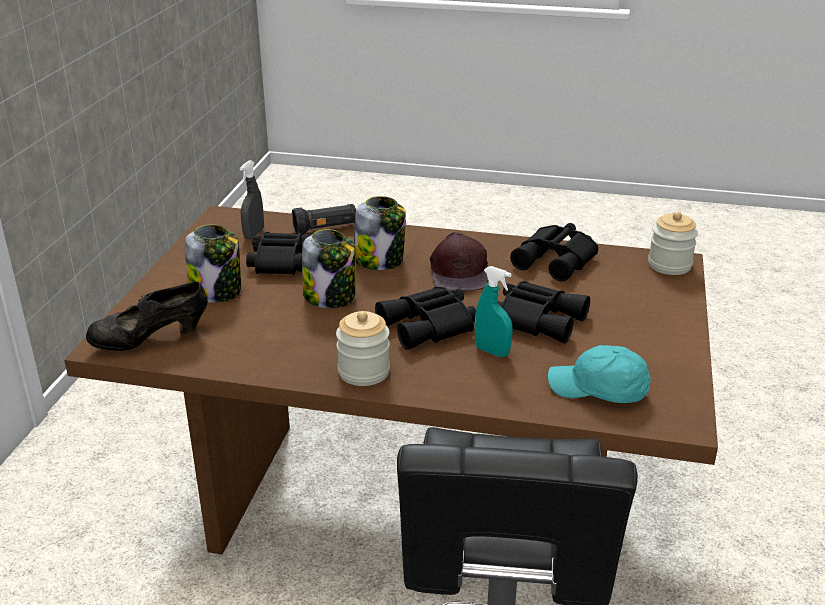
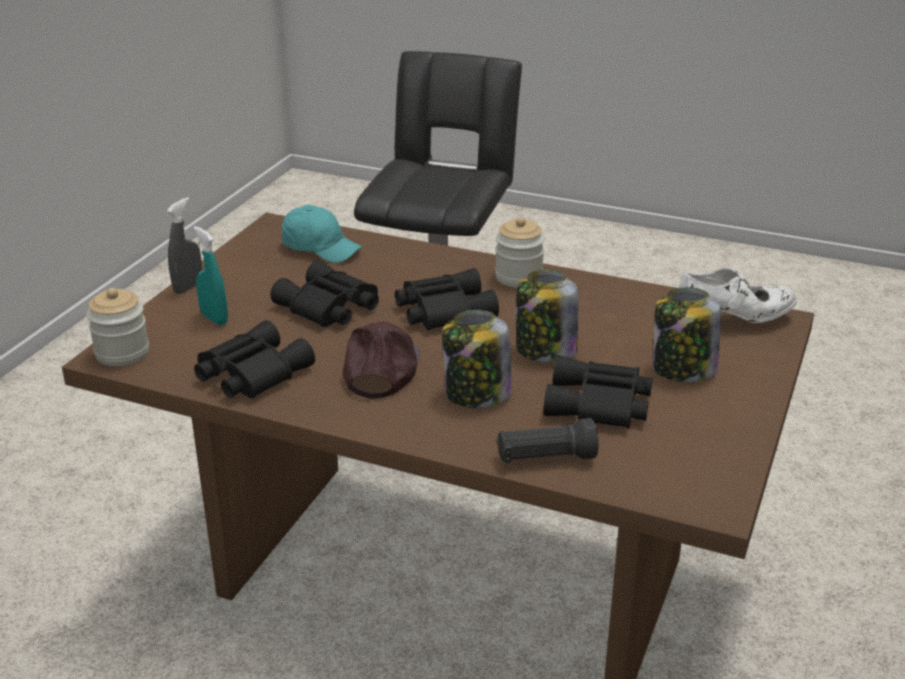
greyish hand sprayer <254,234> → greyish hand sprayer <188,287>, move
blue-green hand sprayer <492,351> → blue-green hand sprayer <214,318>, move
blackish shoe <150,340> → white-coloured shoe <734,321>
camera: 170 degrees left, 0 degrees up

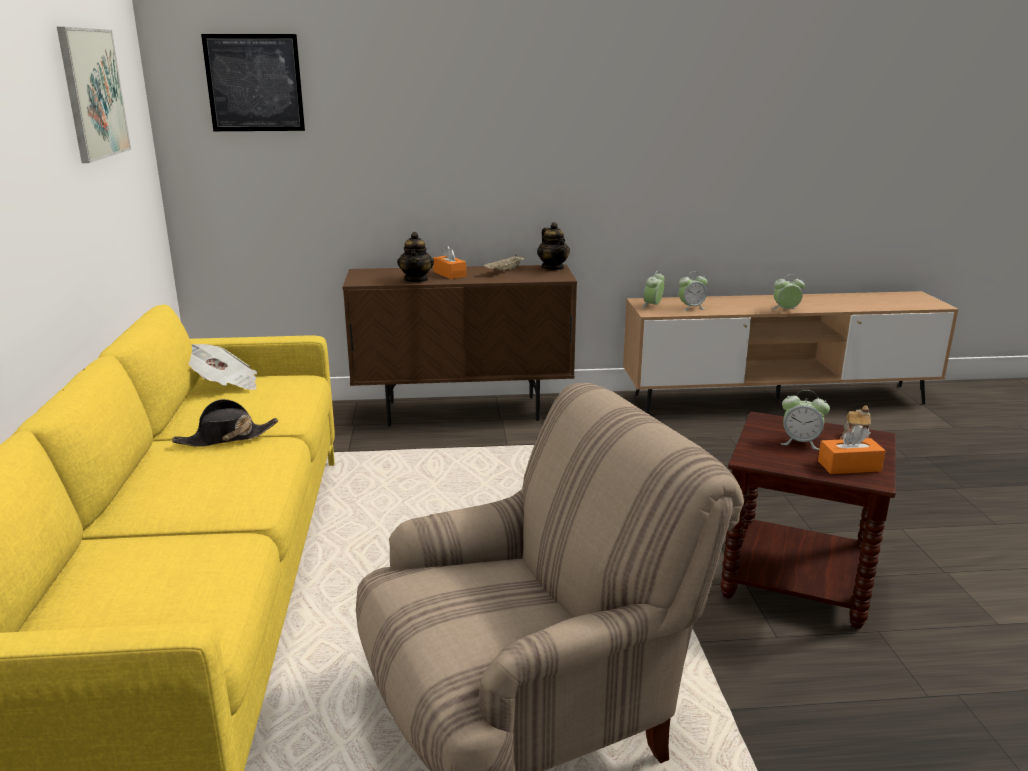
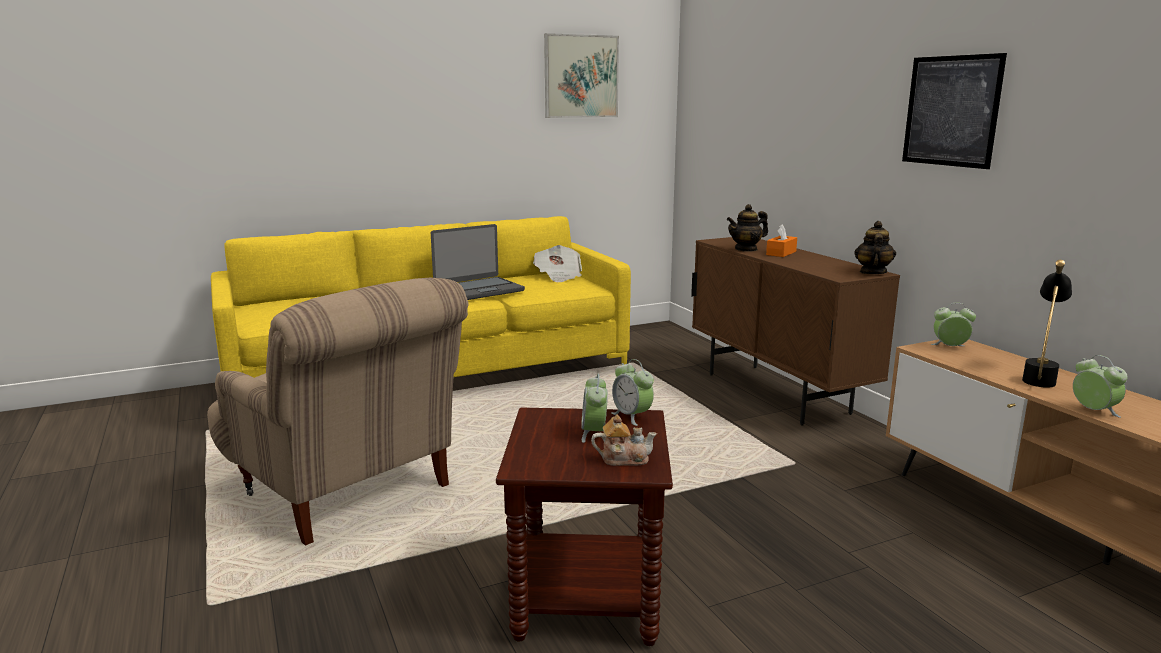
blackish clothing hat <226,437> → portable computer <478,290>
bedside clock <691,308> → bedside clock <632,416>, move
tea pot <553,268> → tea pot <872,272>, 150 degrees clockwise
picture <254,83> → picture <951,111>, move
- → blackish table lamp <1039,378>
beige serving tray <505,271> → -
orange-coloured box of tissues <849,466> → -
camera: 70 degrees right, 5 degrees down

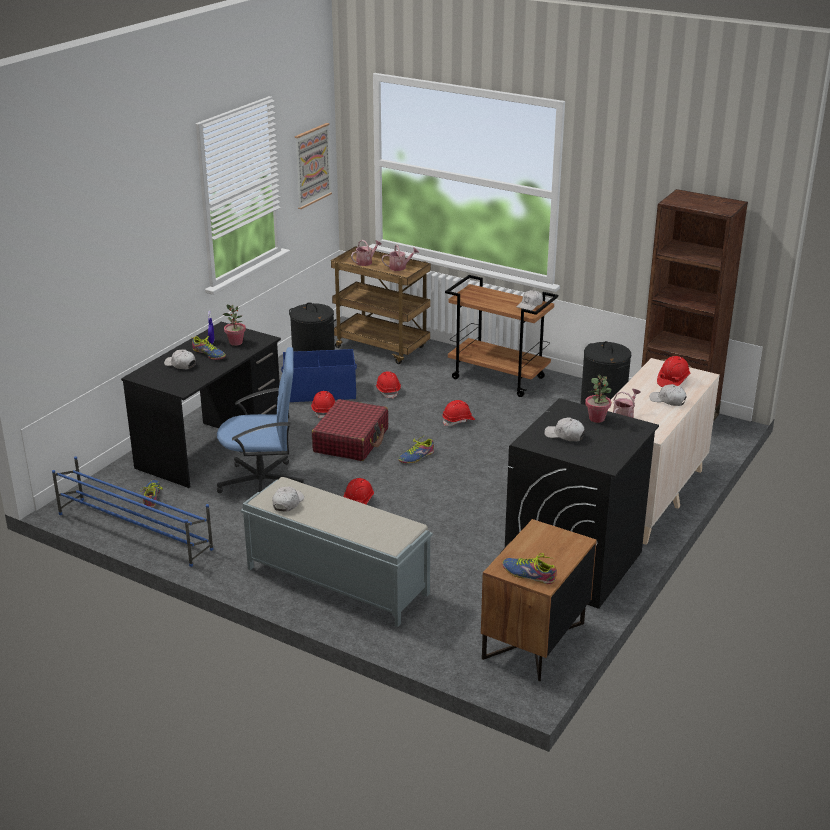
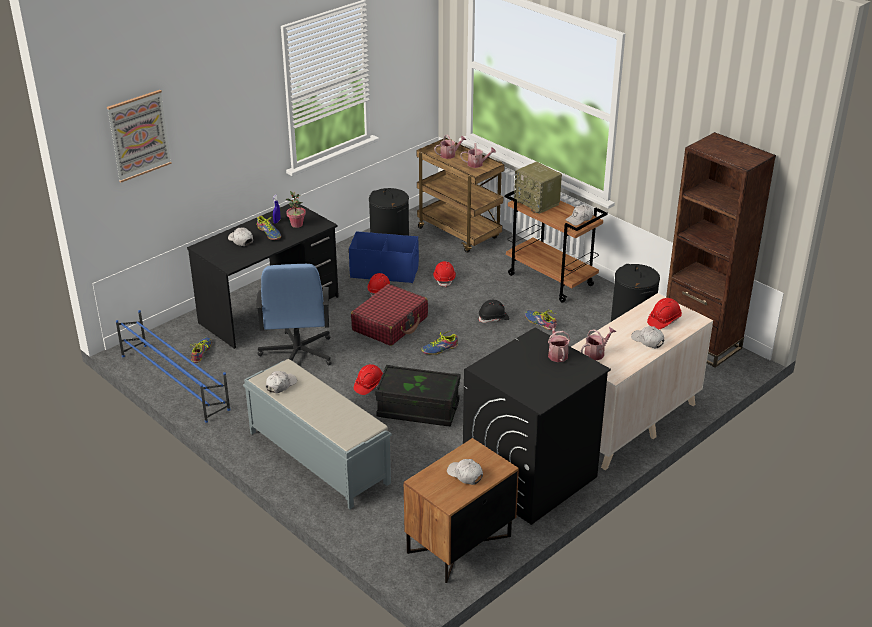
picture <312,165> → picture <139,135>, move
bluish office chair <263,483> → bluish office chair <297,354>, 75 degrees clockwise
- → blackish storage container <418,409>
white-coloured peaked cap <564,435> → white-coloured peaked cap <465,475>, move
red-coloured work helmet <458,421> → blackish work helmet <493,318>
- → radio set <537,203>
shoe <529,574> → shoe <540,322>, move
houseplant <597,419> → watering pot <557,354>
camera: 15 degrees right, 5 degrees up

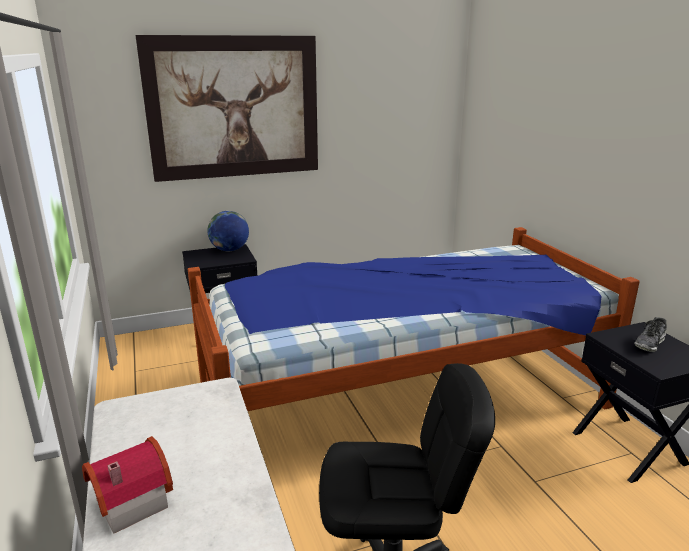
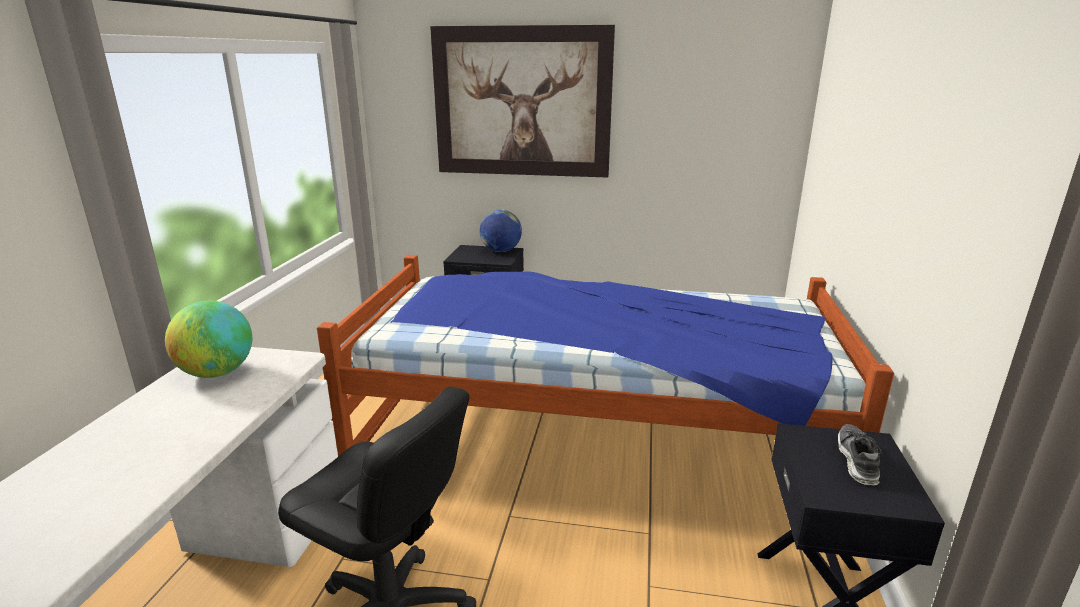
- → globe <217,373>
shoe <650,343> → shoe <856,460>, 120 degrees clockwise
toy house <128,502> → -
camera: 30 degrees right, 0 degrees up

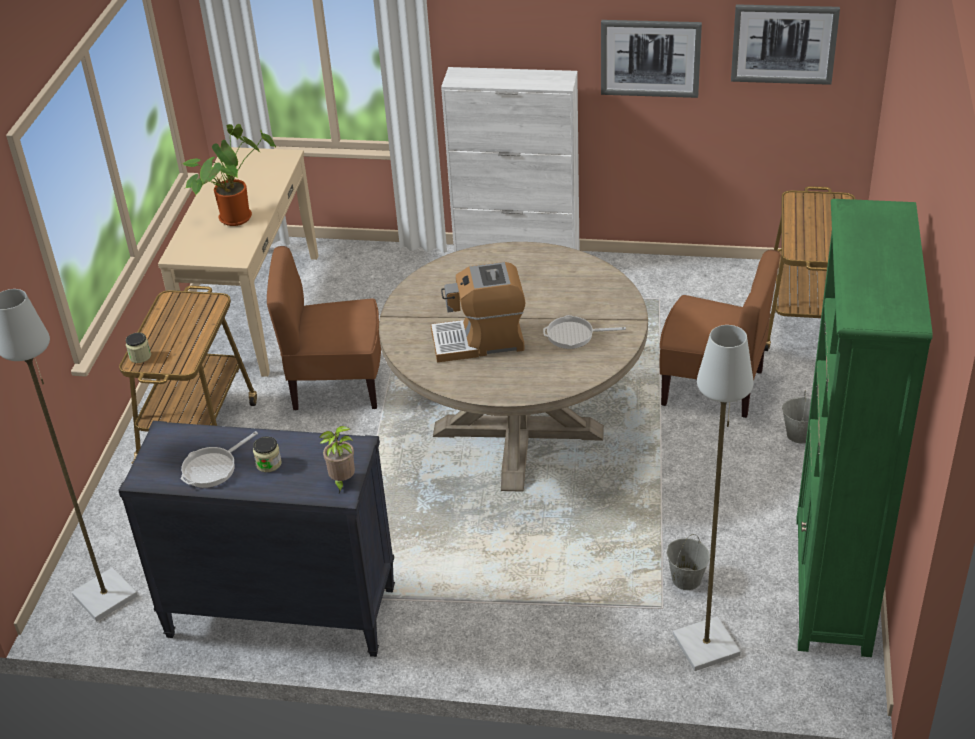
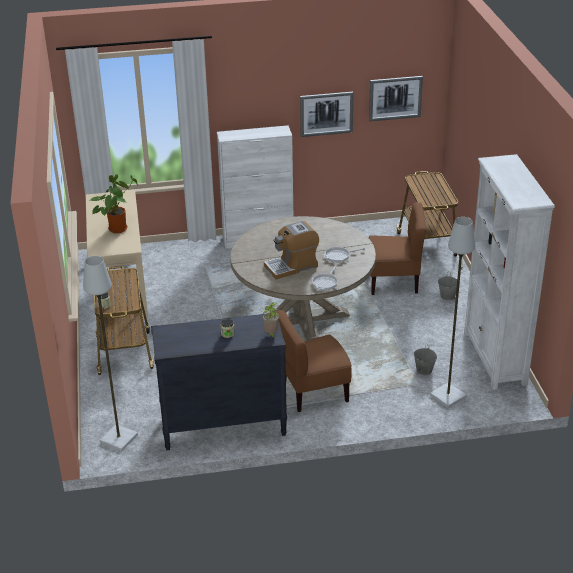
brown plain chair <336,385> → brown plain chair <314,392>, move
skillet <213,468> → skillet <325,282>, move
greenish bookcase <832,585> → white-coloured bookcase <494,359>
camera: 20 degrees left, 5 degrees down

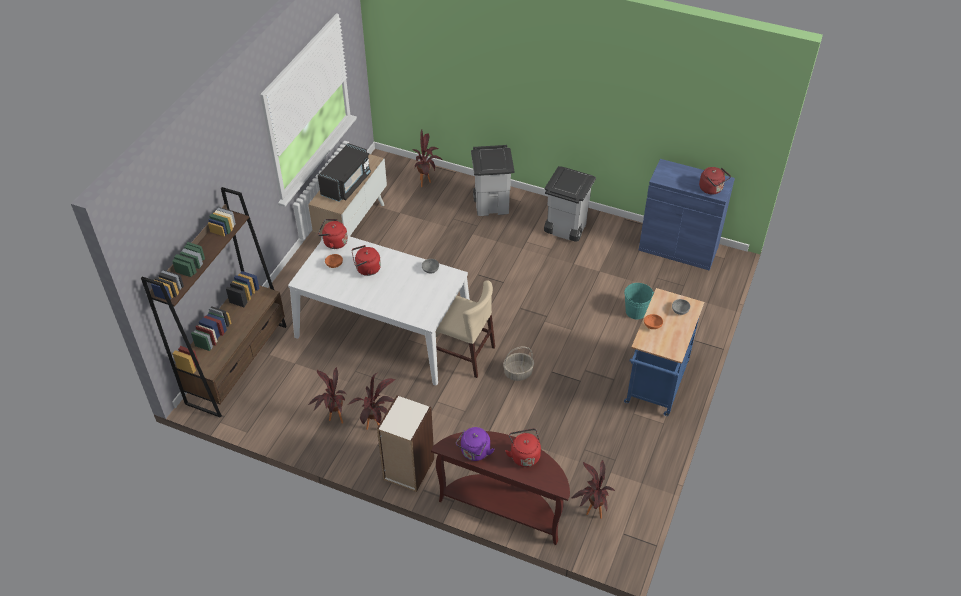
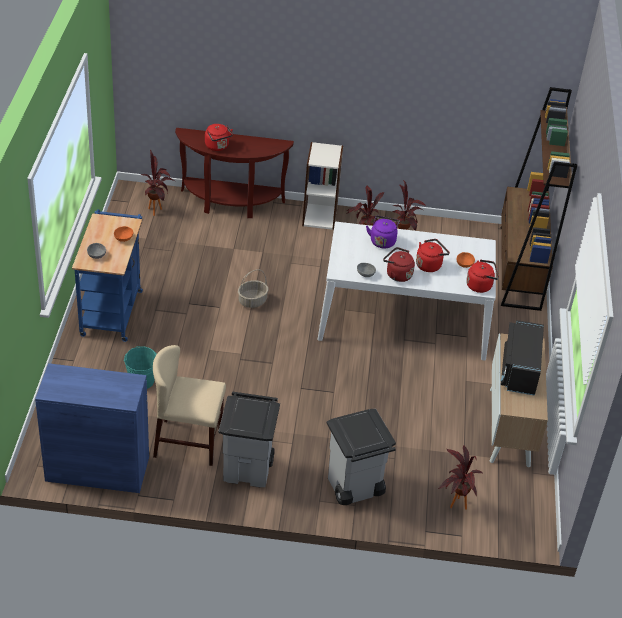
beige plain chair <462,354> → beige plain chair <188,442>, move
purple water kettle <474,453> → purple water kettle <382,241>, move
red-coloured water kettle <712,189> → red-coloured water kettle <397,274>, move
camera: 160 degrees right, 5 degrees down

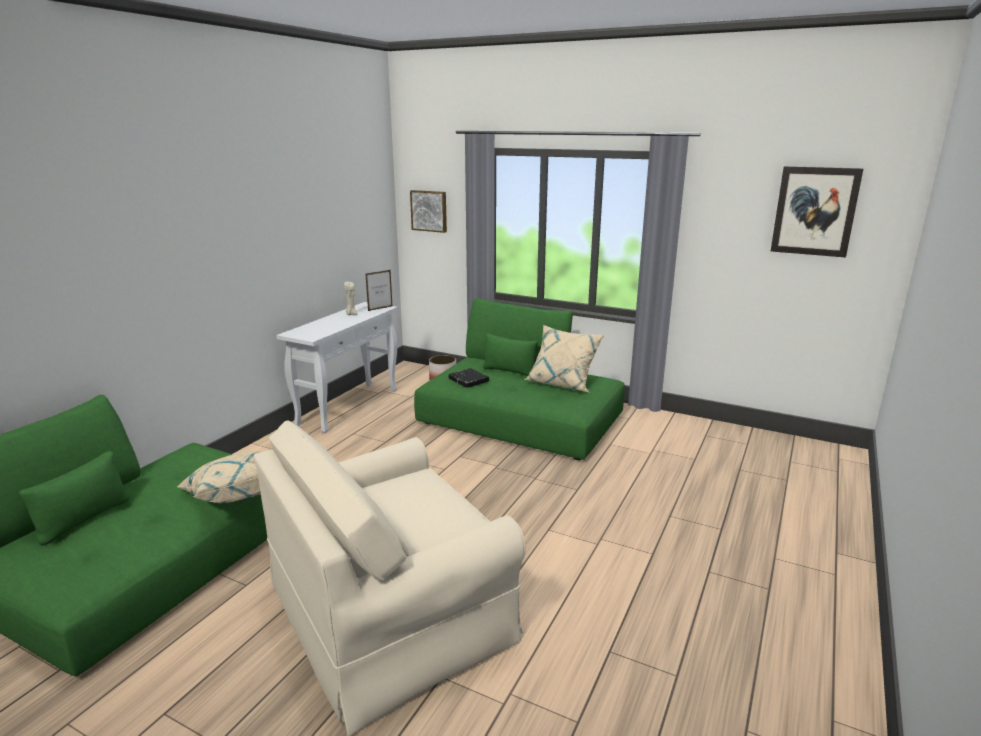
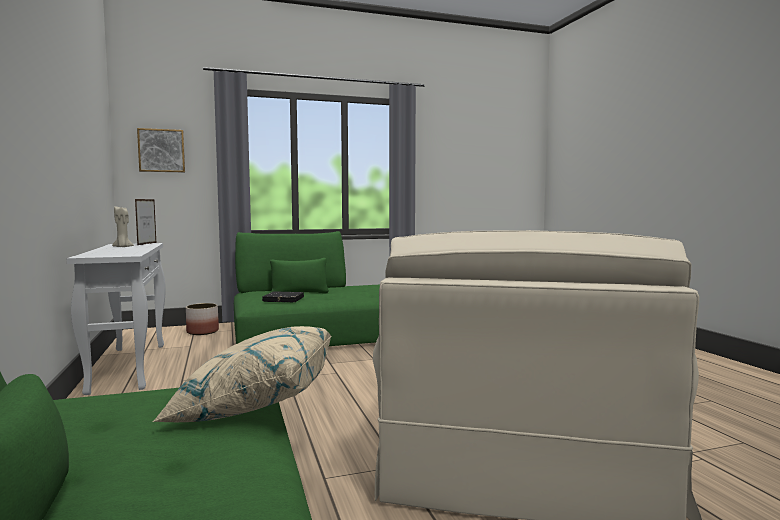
beige pillow <562,383> → -
picture <814,211> → -
camera: 45 degrees left, 15 degrees down

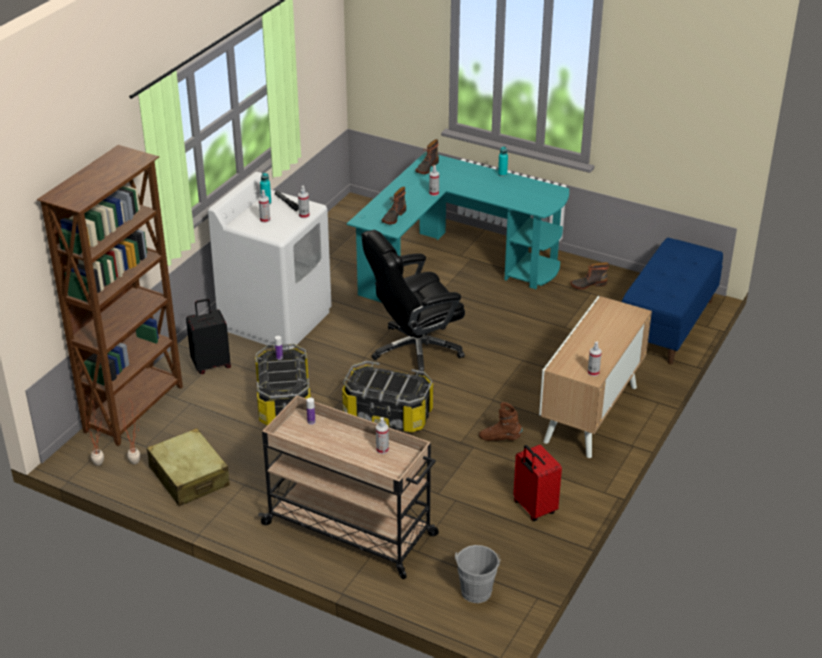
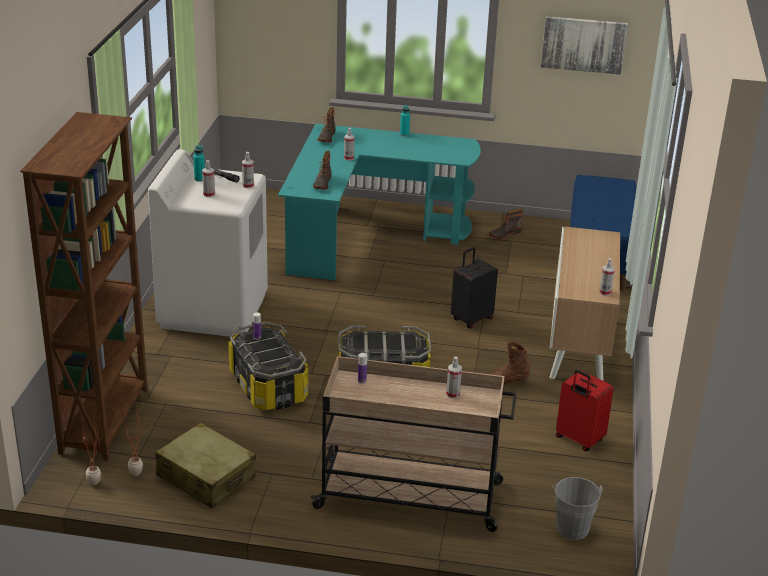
blackish piece of luggage <211,364> → blackish piece of luggage <471,319>, move
- → picture <583,44>
blackish office chair <414,350> → -
camera: 20 degrees left, 5 degrees down

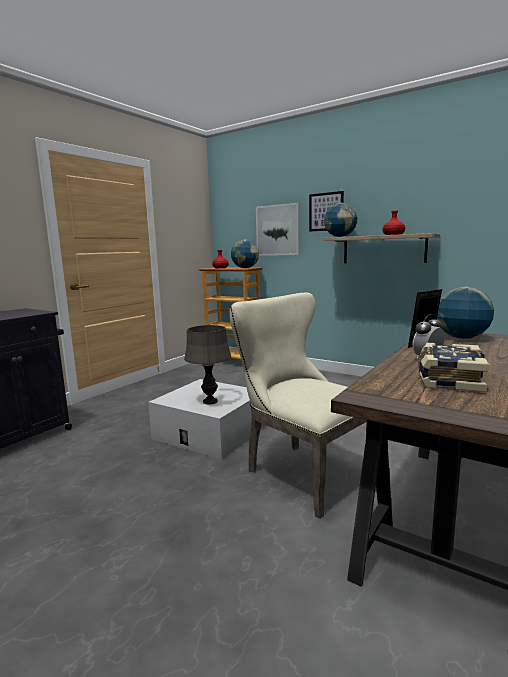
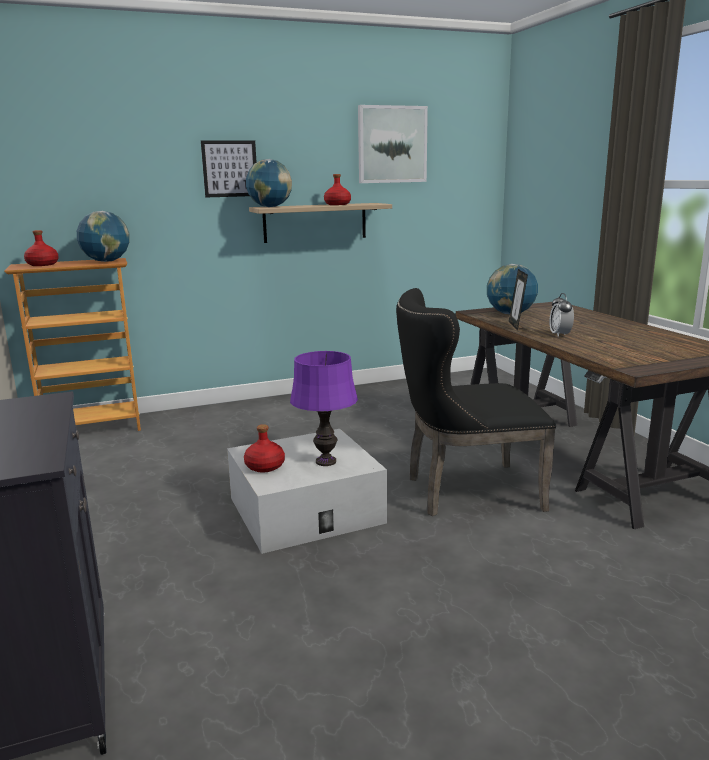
- → red-coloured beverage bottle <265,466>
greyish table lamp <210,401> → purple table lamp <326,461>
picture <278,230> → picture <392,144>, move
beige plain chair <301,471> → blackish plain chair <464,492>
bound book <448,379> → -
camera: 55 degrees left, 5 degrees up

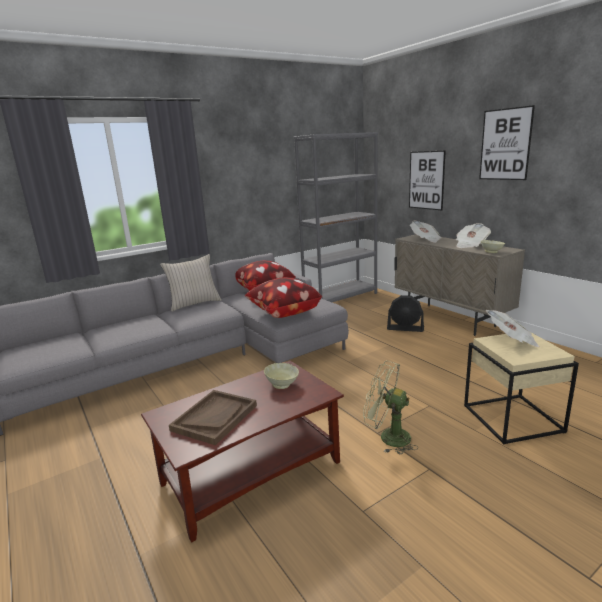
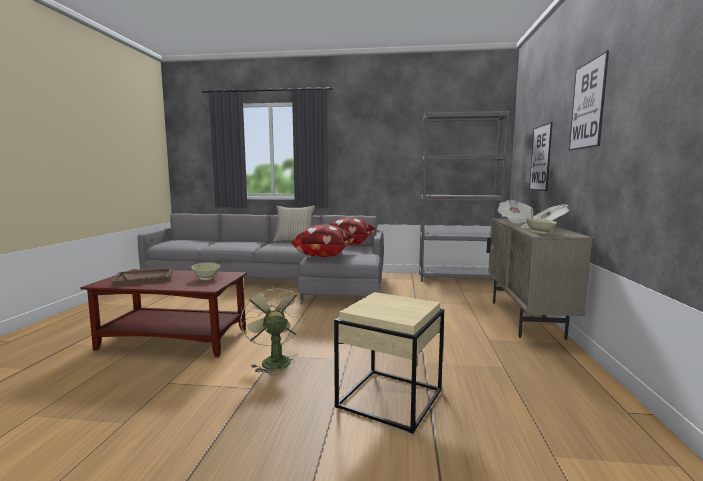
blackish cooling fan <405,328> → -
daily paper <511,340> → -
camera: 40 degrees right, 10 degrees down

